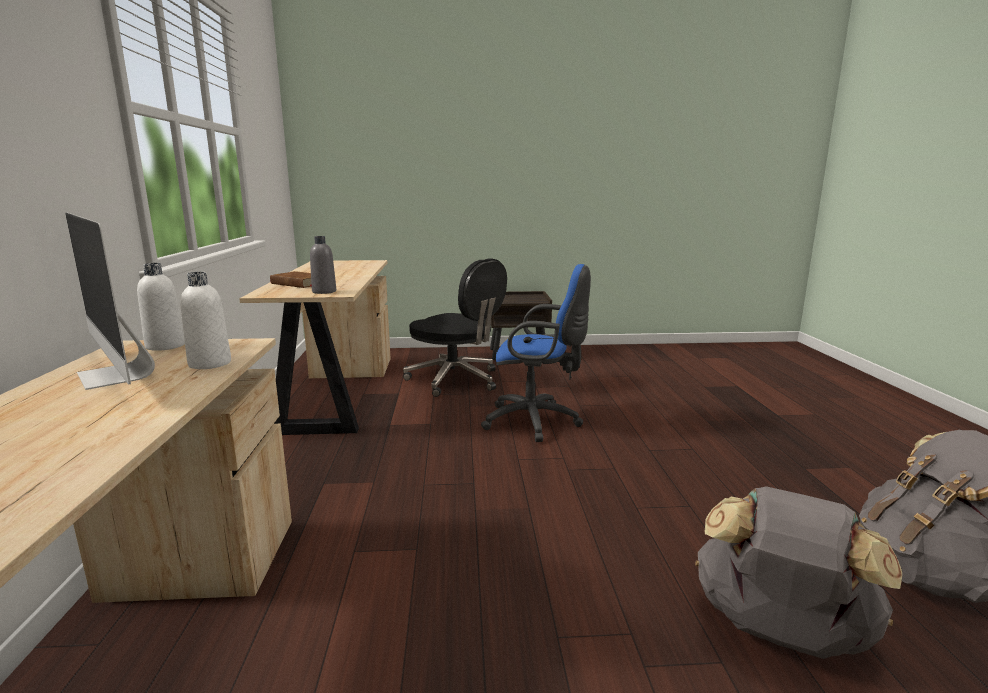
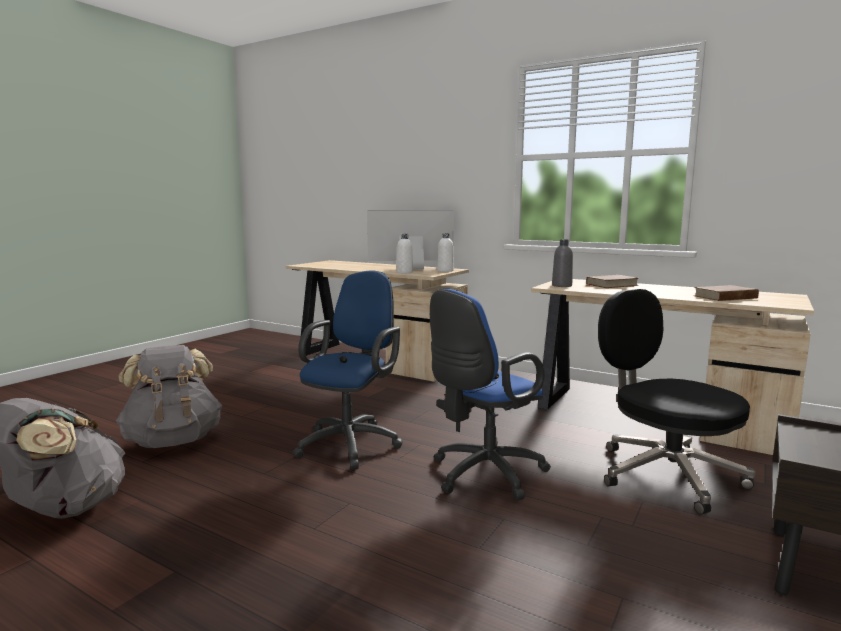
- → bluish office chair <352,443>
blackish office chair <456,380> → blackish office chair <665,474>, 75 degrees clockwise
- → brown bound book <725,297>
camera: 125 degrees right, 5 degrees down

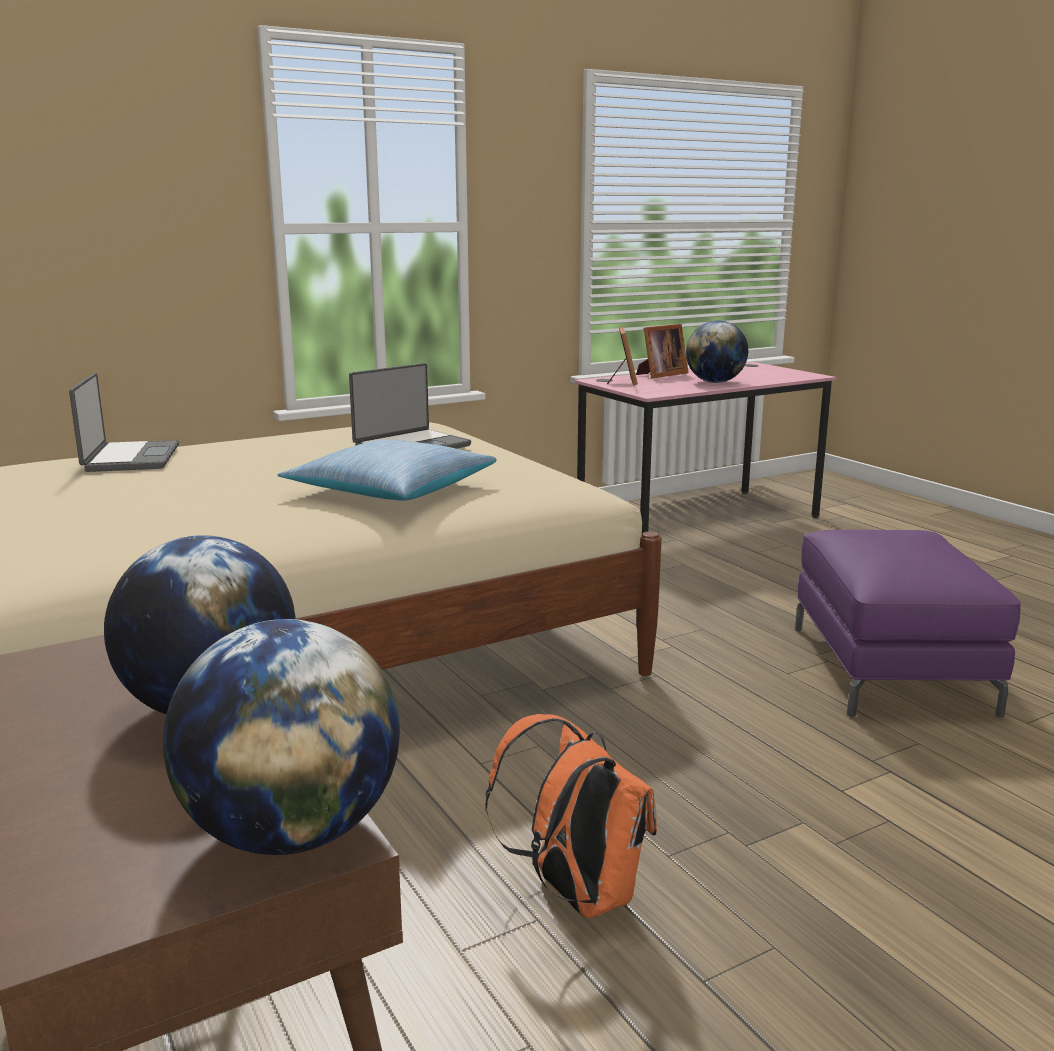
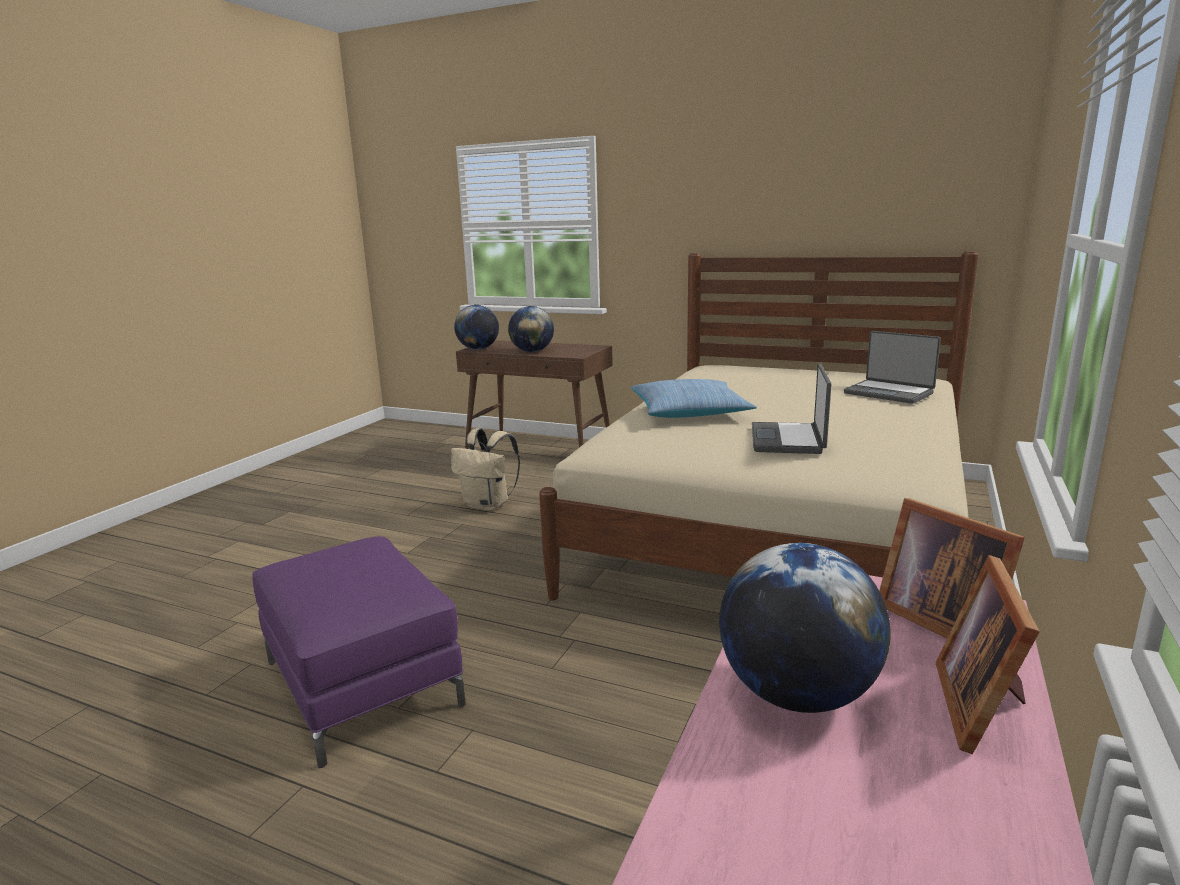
orange-coloured knapsack <576,893> → beige knapsack <488,505>
camera: 145 degrees right, 0 degrees up

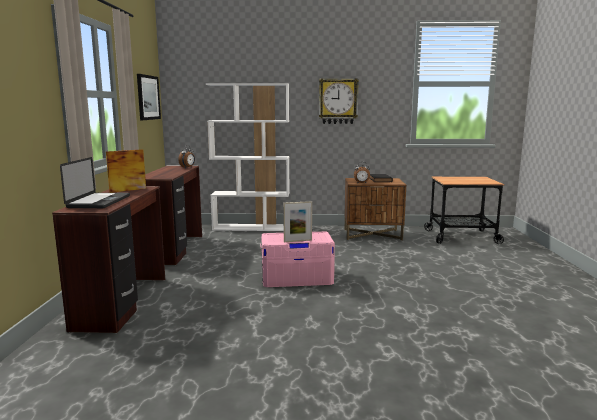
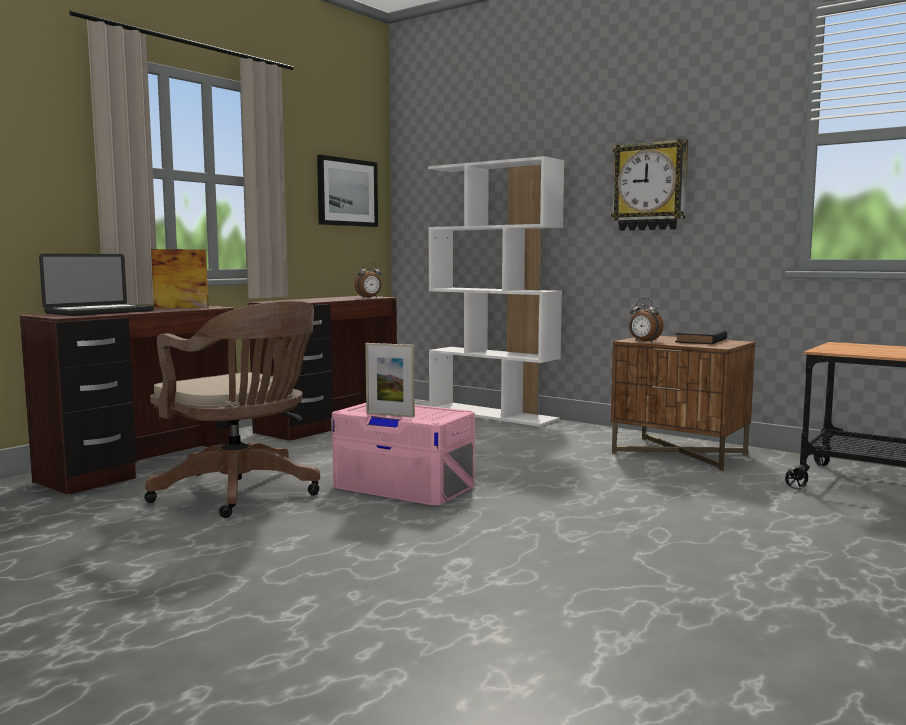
- → brown office chair <242,493>
camera: 35 degrees right, 5 degrees down

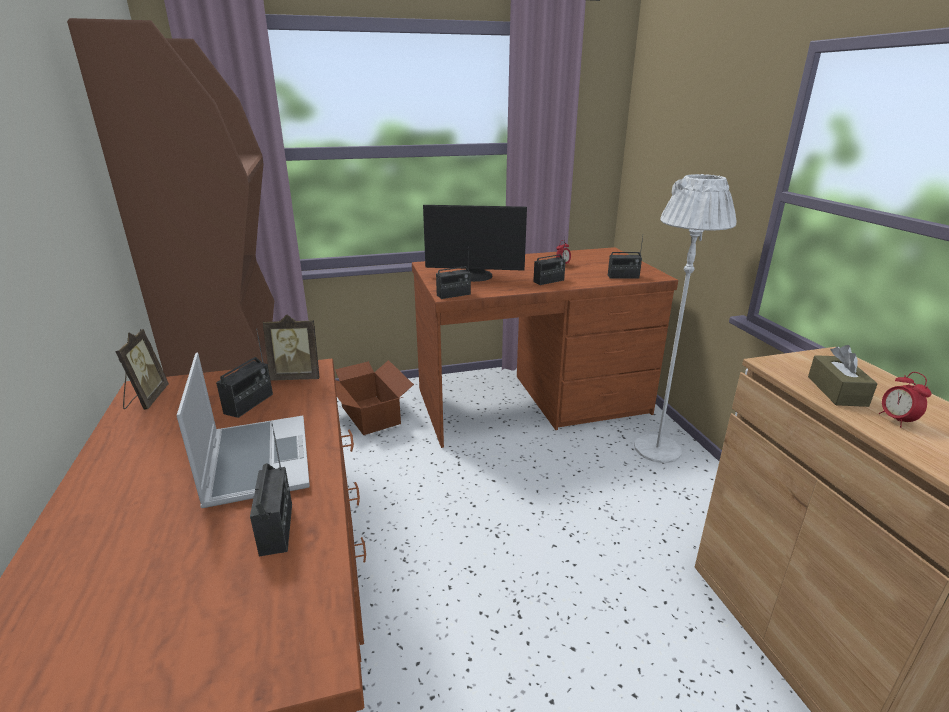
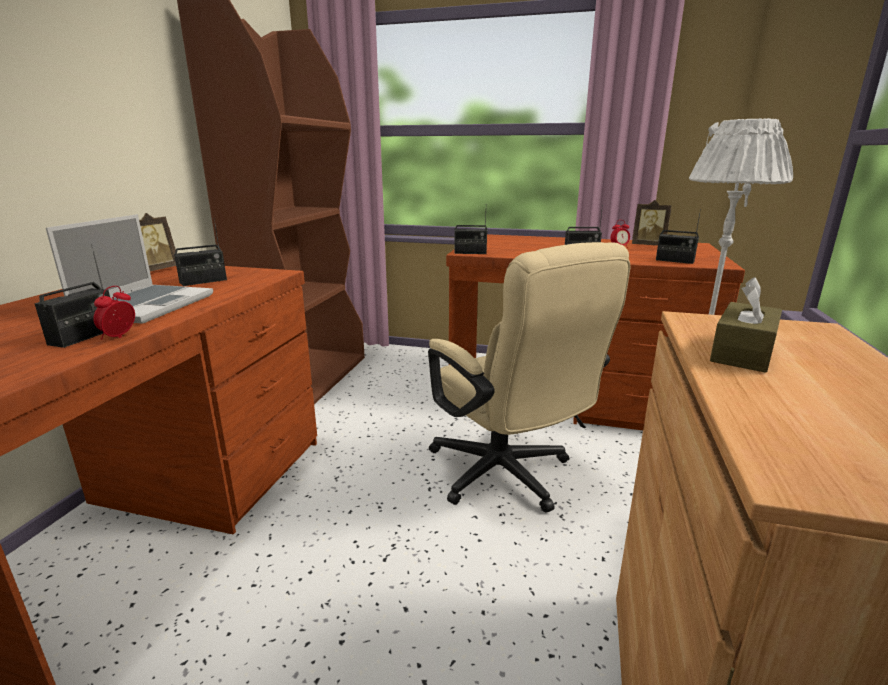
bedside clock <896,420> → bedside clock <119,337>, move
- → beige office chair <507,477>
standing frame <297,377> → standing frame <648,245>, move
packing box <370,415> → -
computer screen <474,276> → -
camera: 30 degrees right, 5 degrees down

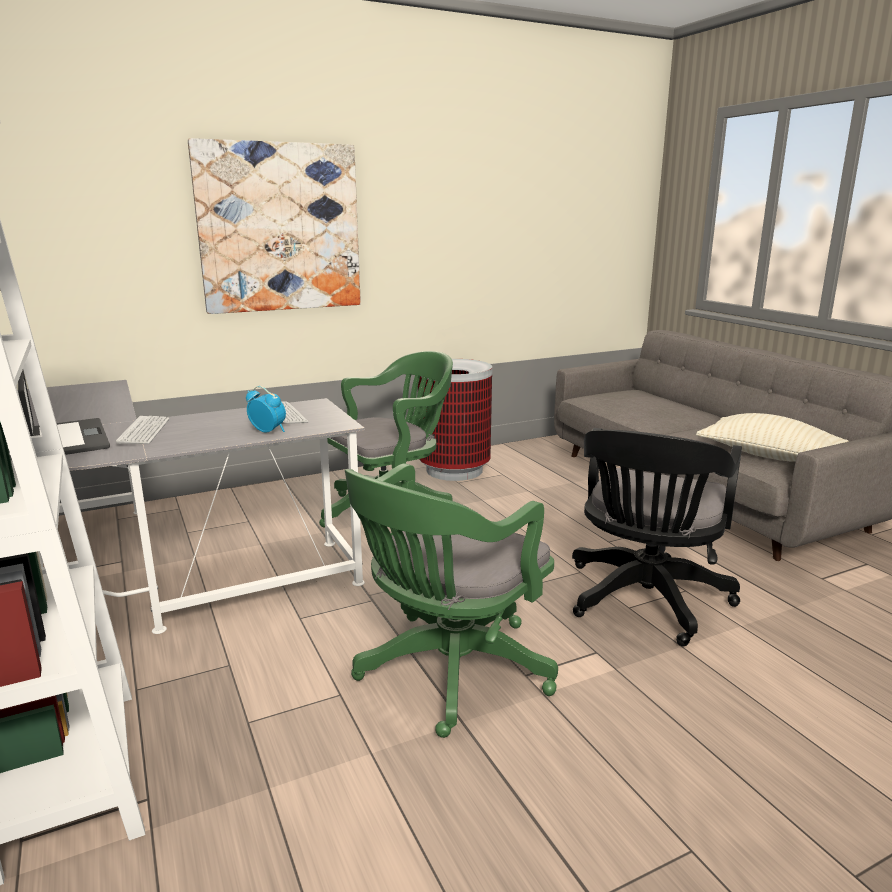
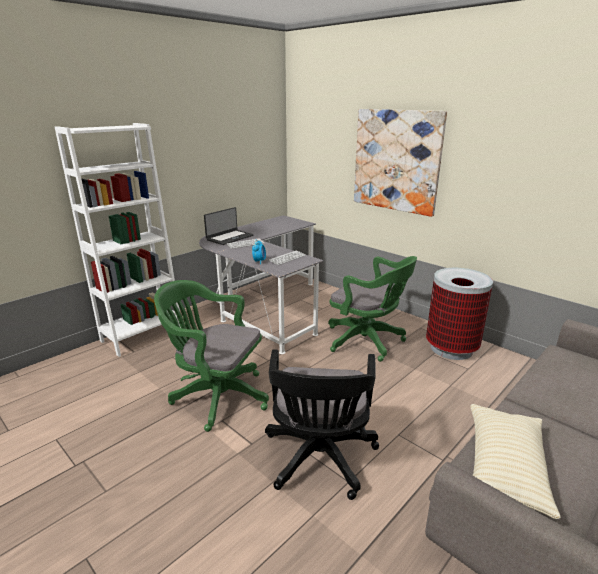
blackish office chair <644,602> → blackish office chair <319,460>, 90 degrees counterclockwise
camera: 70 degrees right, 5 degrees up

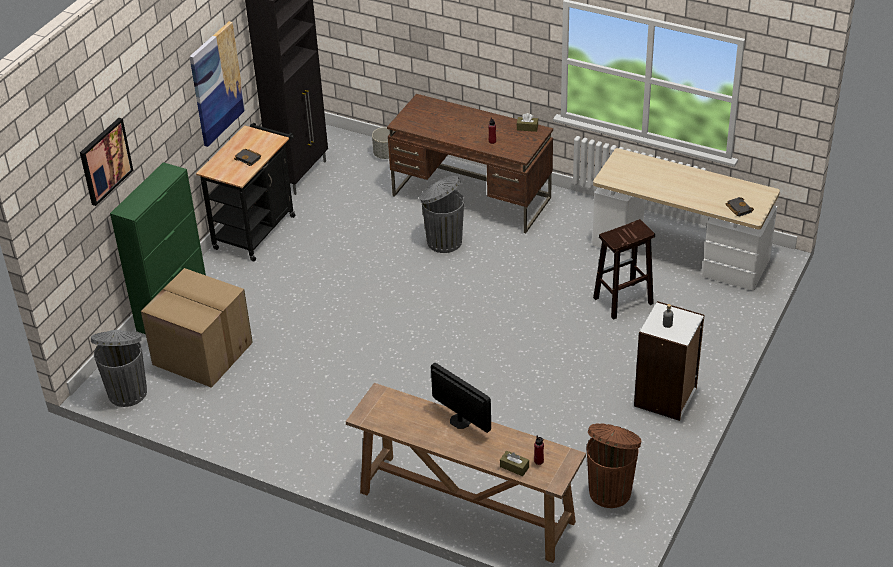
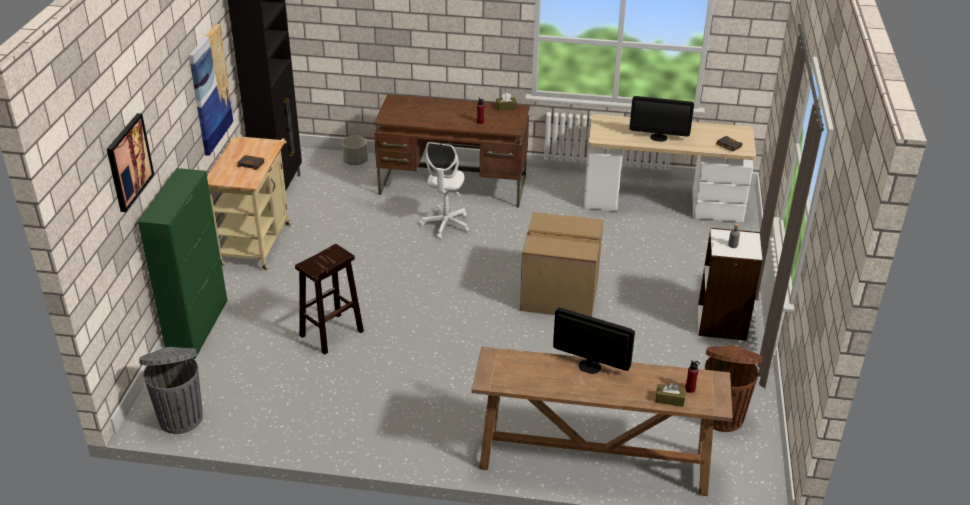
blackish wheeled cart <257,229> → beige wheeled cart <257,241>
brown sitting stool <622,301> → brown sitting stool <331,334>, move
greyish trash can <443,241> → white-coloured office chair <445,225>
packing box <201,354> → packing box <558,294>, move
- → computer screen <658,137>
camera: 20 degrees left, 5 degrees down

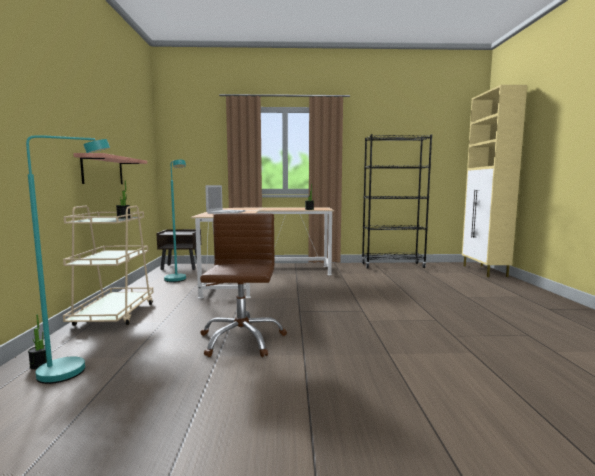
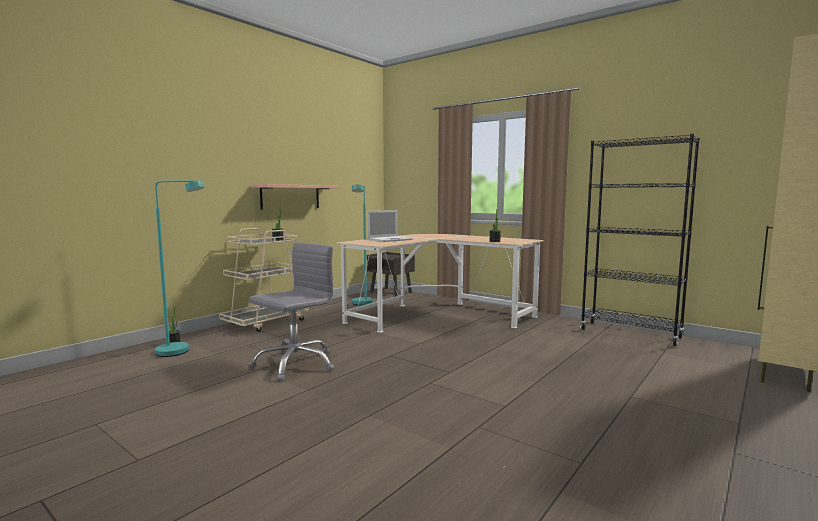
brown office chair <241,340> → greyish office chair <295,364>
camera: 40 degrees right, 0 degrees up

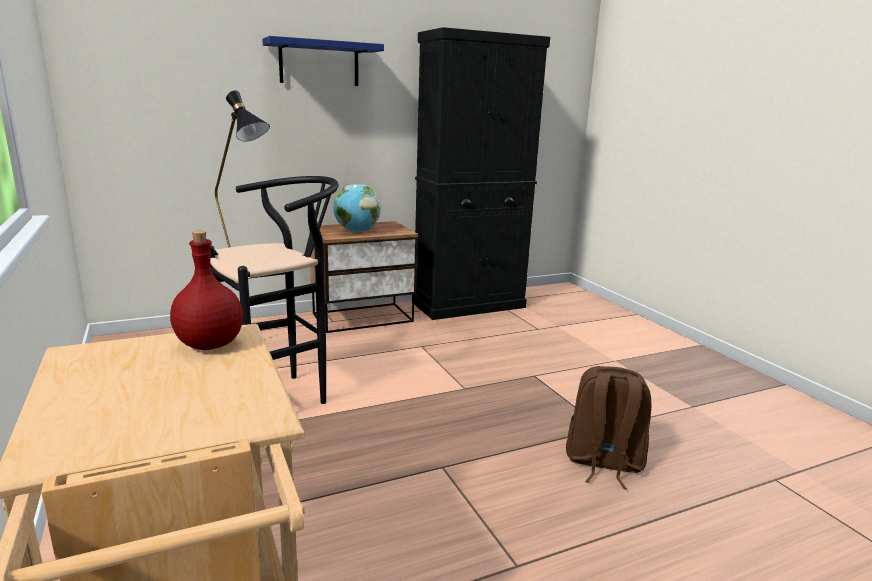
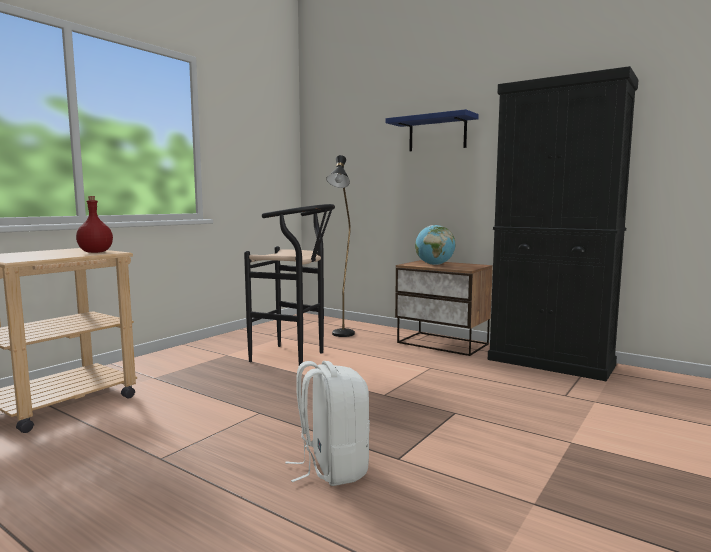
brown knapsack <603,463> → white-coloured knapsack <331,468>
camera: 60 degrees right, 10 degrees down

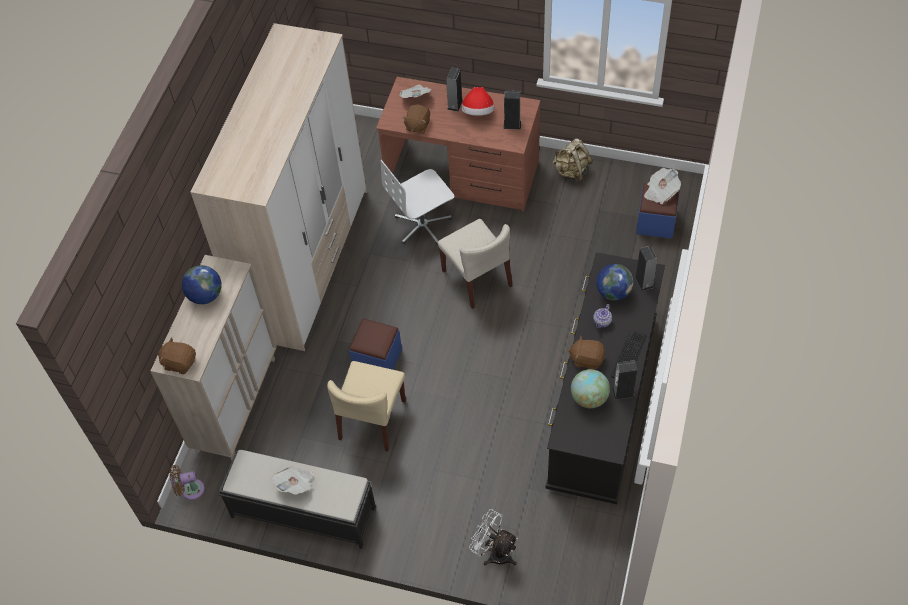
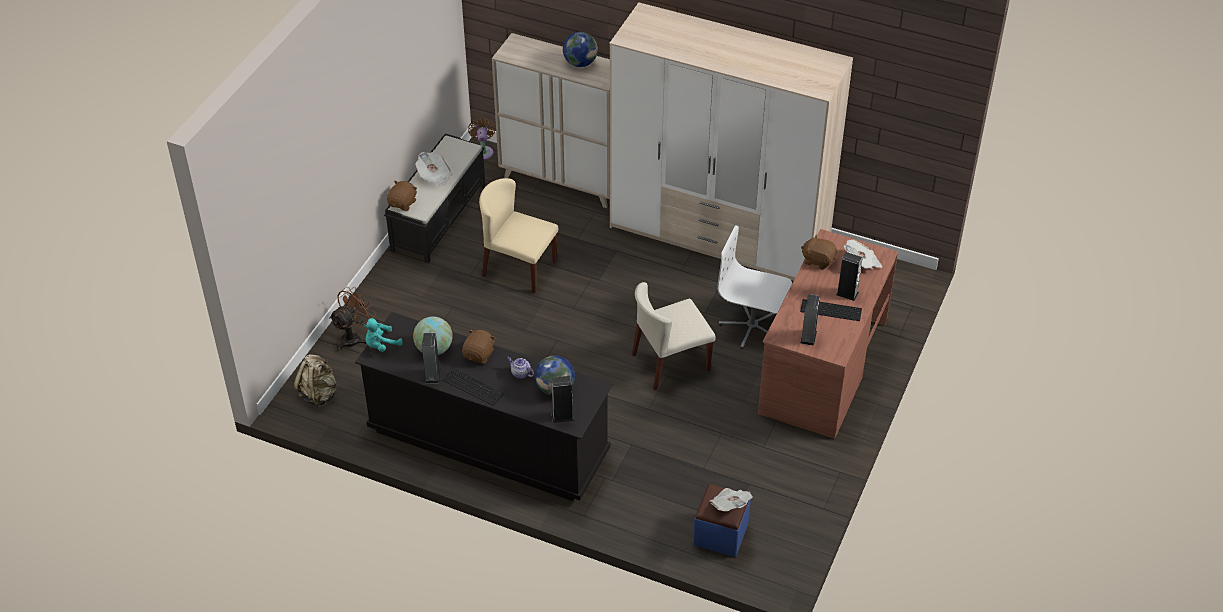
beige knapsack <571,172> → beige knapsack <319,394>, move
white-coloured cooling fan <494,553> → brown cooling fan <354,337>
- → blue-green plush toy <381,345>
brown plush toy <180,362> → brown plush toy <403,203>, move
white-coloured office chair <423,225> → white-coloured office chair <752,327>, 45 degrees counterclockwise
clothing hat <478,112> → PC keyboard <831,311>
bluish pouffe <377,359> → -
camera: 95 degrees right, 10 degrees down

